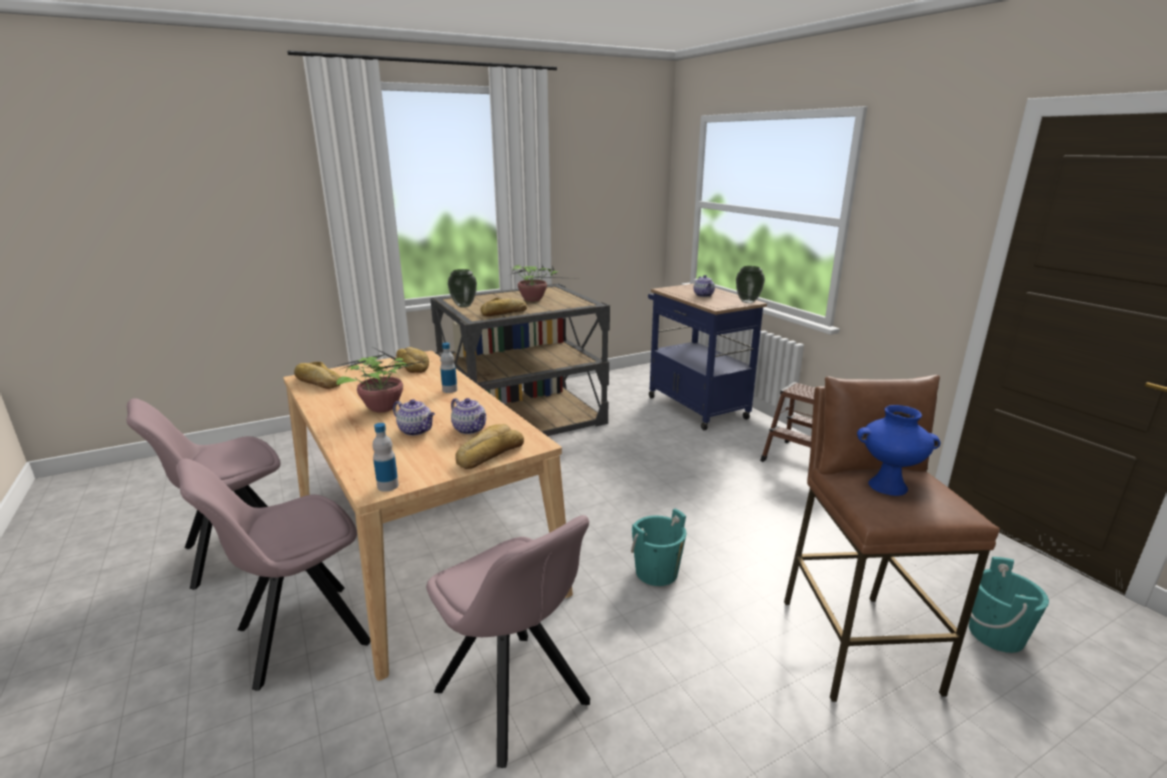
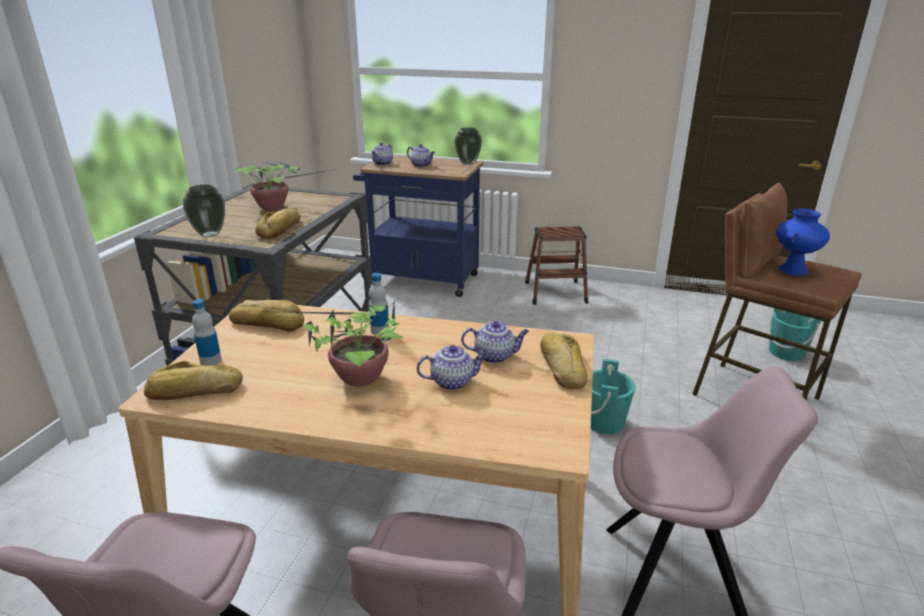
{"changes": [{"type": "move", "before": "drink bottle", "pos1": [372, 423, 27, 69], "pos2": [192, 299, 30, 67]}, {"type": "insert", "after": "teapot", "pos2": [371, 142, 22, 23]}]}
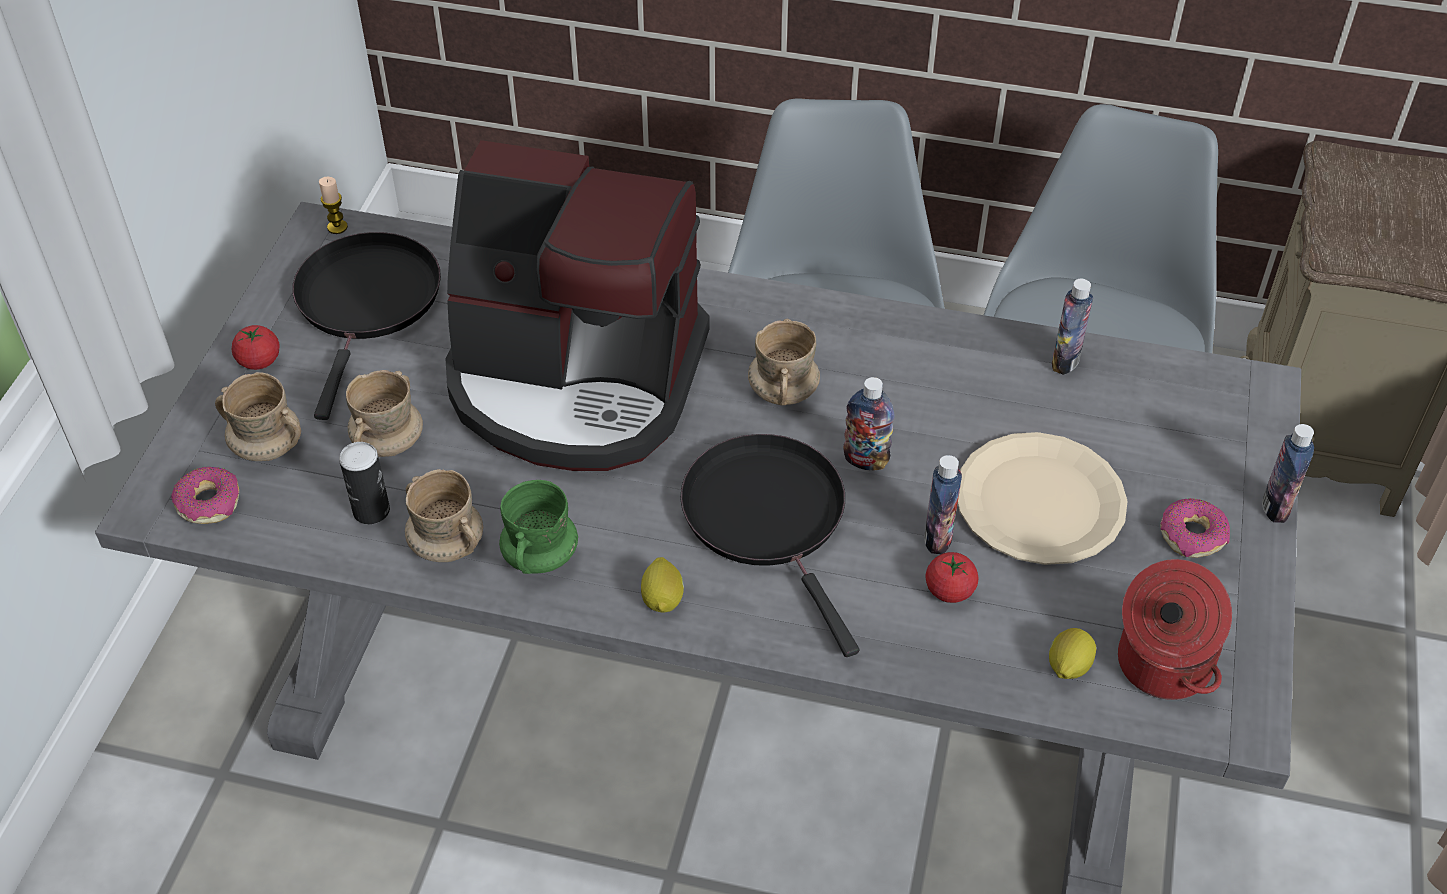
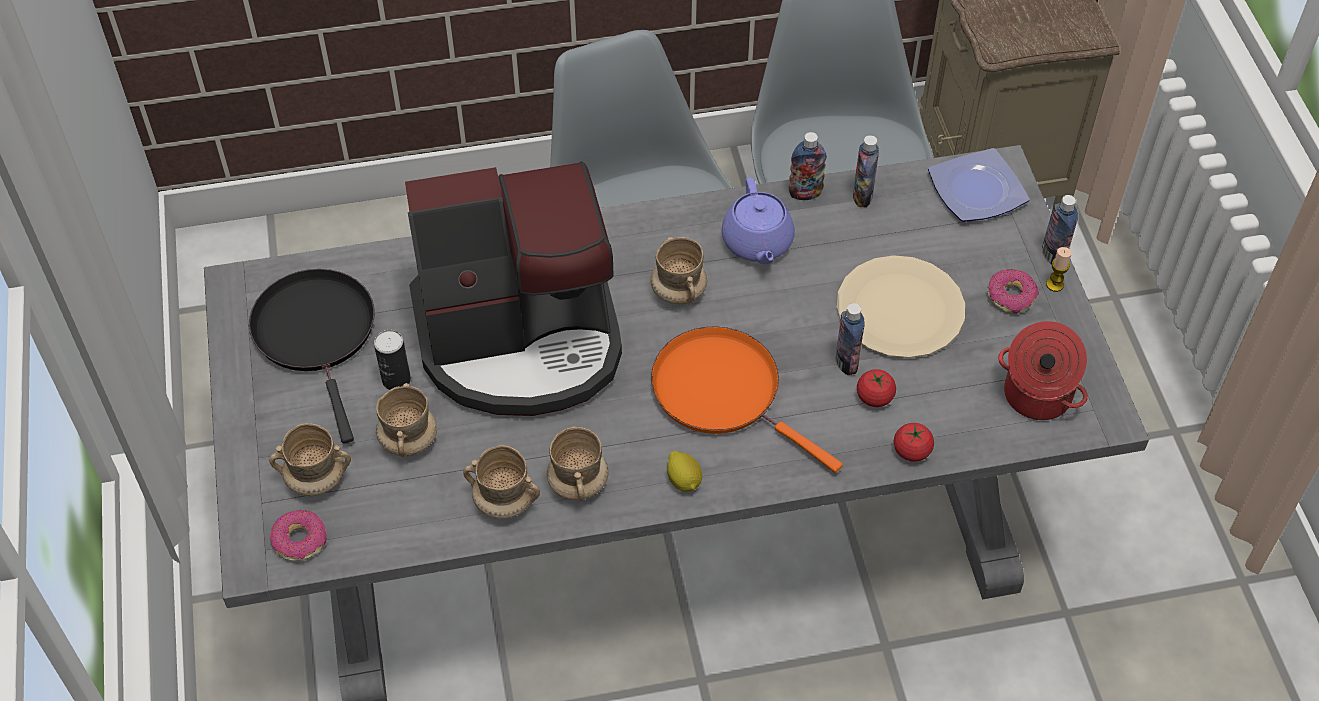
{"changes": [{"type": "move", "before": "metal can", "pos1": [339, 442, 51, 83], "pos2": [374, 330, 37, 60]}, {"type": "recolor", "before": "tea mug in green-coloured", "after": "tea mug in beige-coloured", "pos1": [499, 480, 79, 94], "pos2": [547, 426, 62, 75]}, {"type": "recolor", "before": "skillet in black-coloured", "after": "skillet in orangey", "pos1": [680, 434, 179, 223], "pos2": [651, 326, 192, 147]}, {"type": "insert", "after": "teapot in purplish", "pos2": [722, 178, 73, 86]}, {"type": "move", "before": "drink bottle", "pos1": [843, 377, 52, 94], "pos2": [788, 132, 39, 68]}, {"type": "move", "before": "tomato", "pos1": [232, 325, 48, 45], "pos2": [894, 423, 40, 39]}, {"type": "insert", "after": "flat dish", "pos2": [928, 148, 102, 74]}, {"type": "move", "before": "wax candle", "pos1": [319, 177, 29, 57], "pos2": [1046, 247, 26, 45]}, {"type": "delete", "before": "lemon", "pos1": [1049, 628, 47, 51]}]}
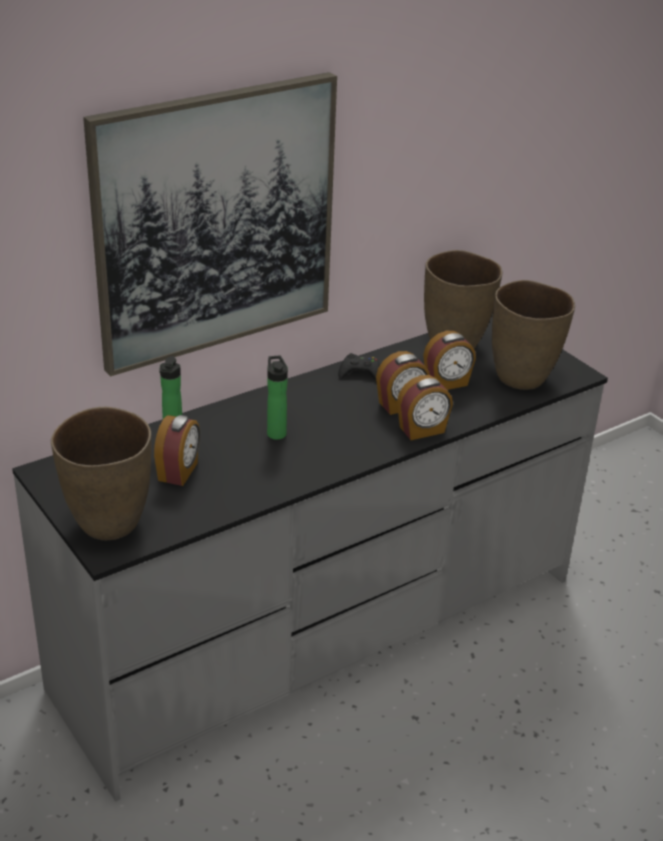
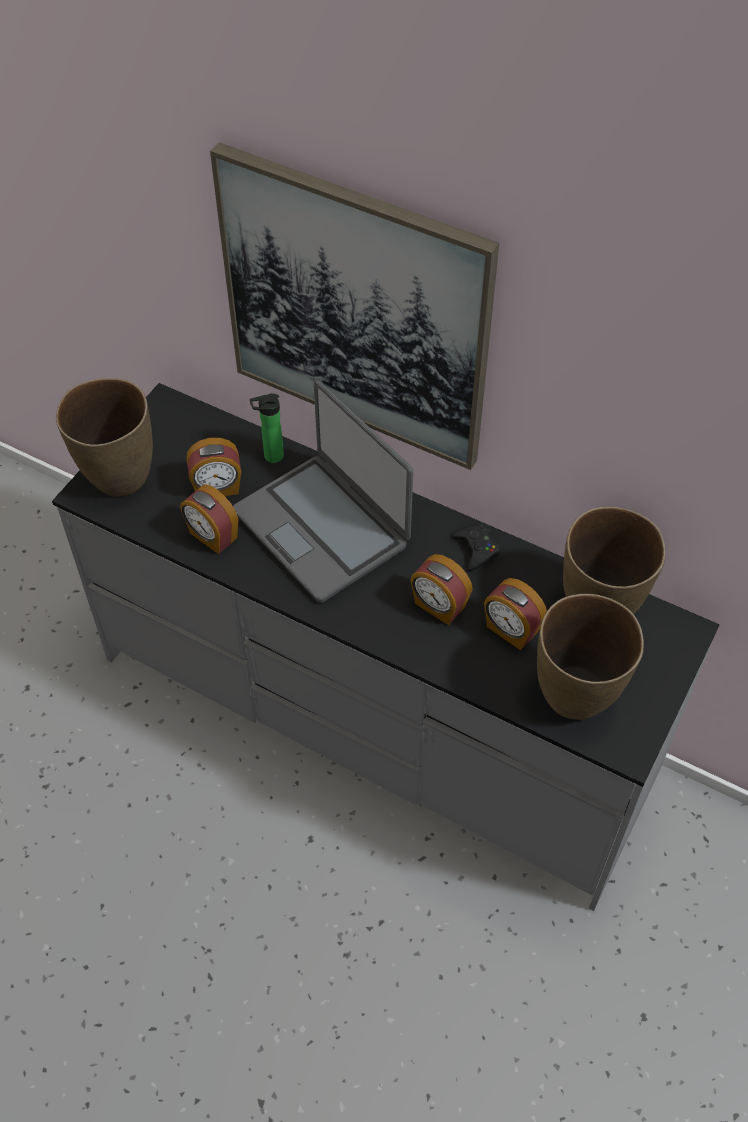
{"changes": [{"type": "move", "before": "alarm clock", "pos1": [397, 375, 56, 65], "pos2": [181, 484, 58, 70]}, {"type": "replace", "before": "drink bottle", "after": "portable computer", "pos1": [267, 356, 21, 84], "pos2": [233, 380, 180, 223]}]}
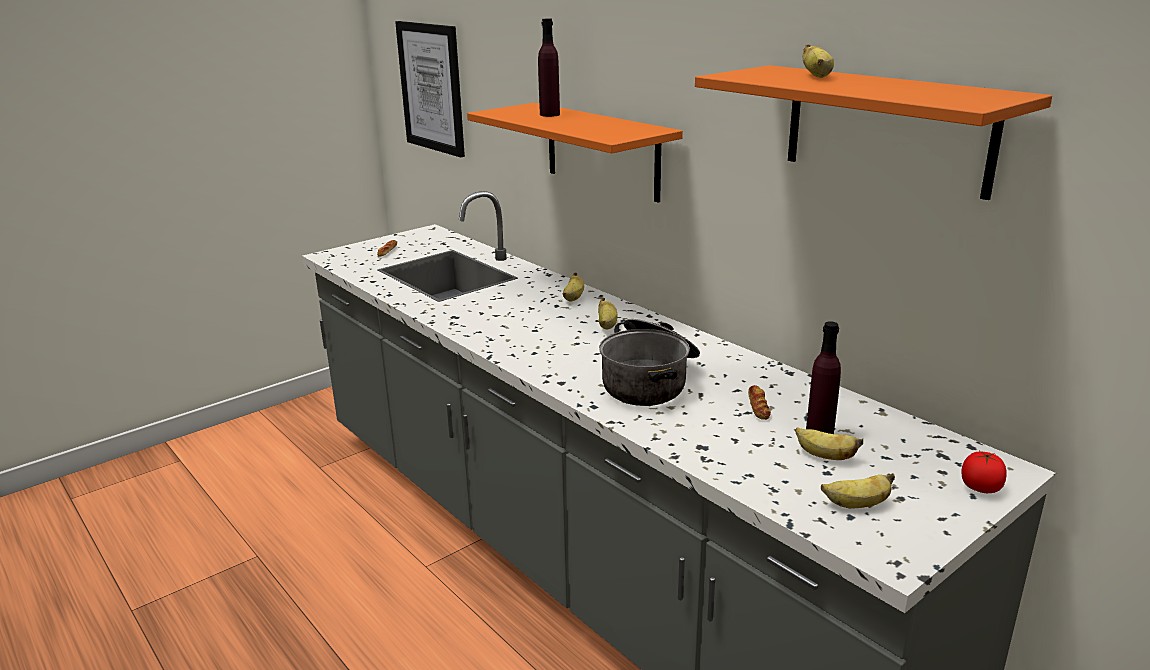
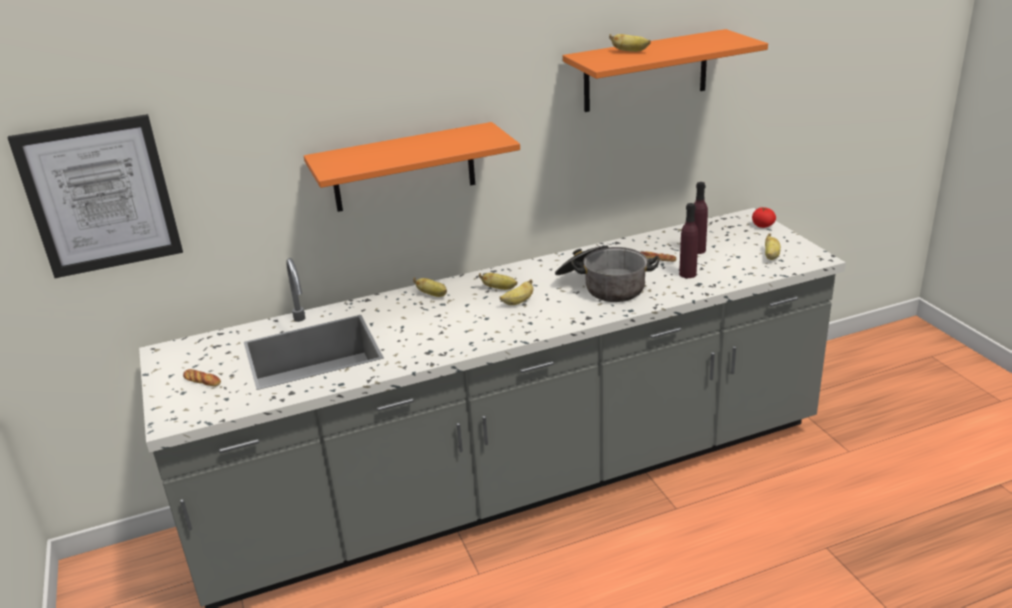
{"changes": [{"type": "move", "before": "banana", "pos1": [796, 427, 67, 33], "pos2": [499, 279, 34, 26]}, {"type": "move", "before": "drink bottle in purplish", "pos1": [538, 18, 22, 99], "pos2": [679, 203, 19, 75]}]}
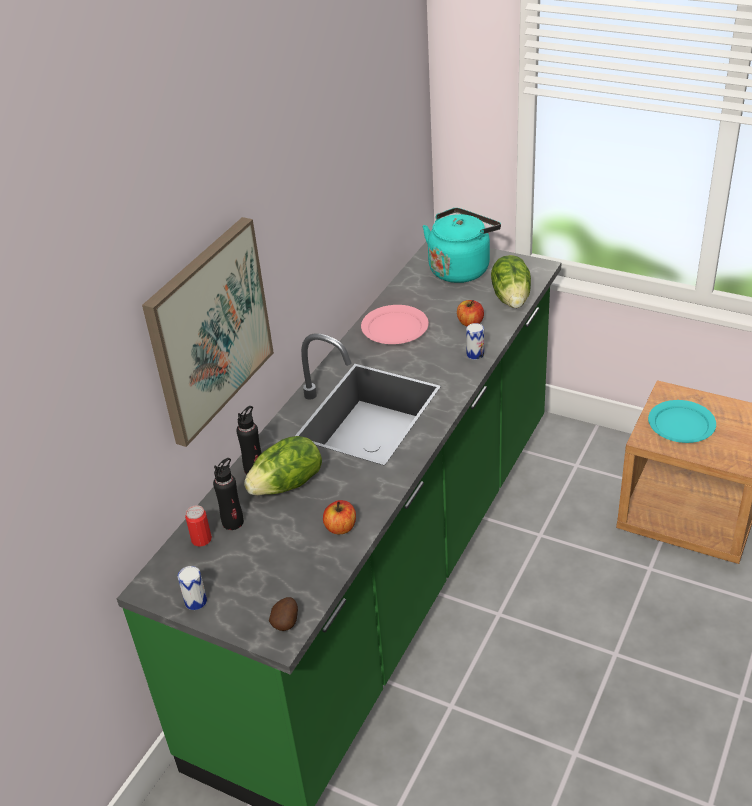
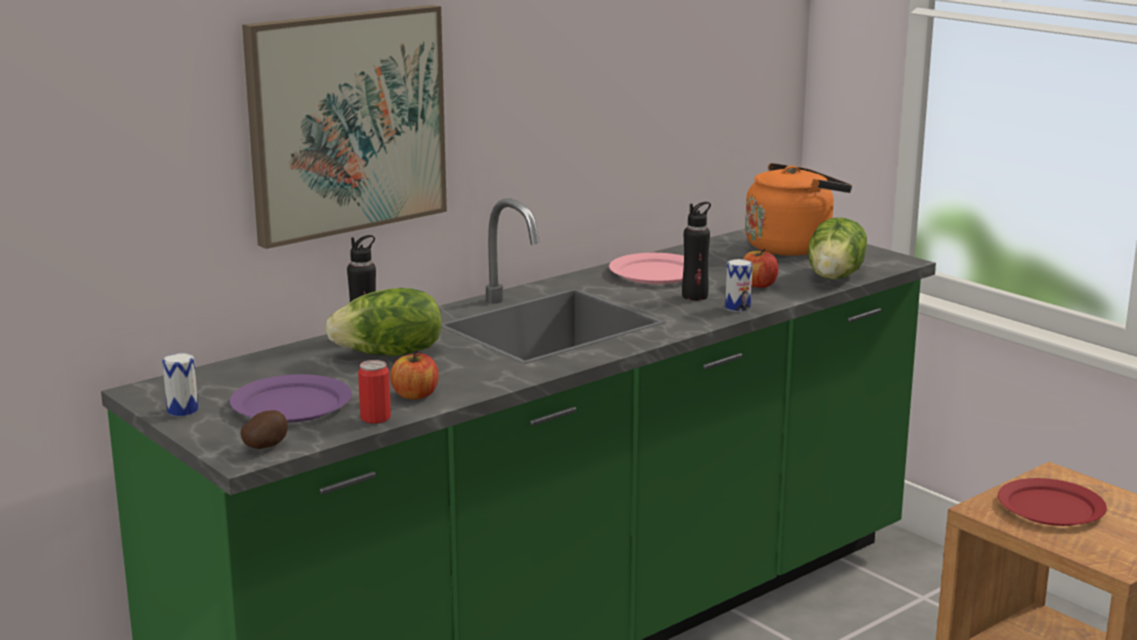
{"changes": [{"type": "insert", "after": "flat dish in purplish", "pos2": [230, 374, 122, 49]}, {"type": "move", "before": "metal can", "pos1": [185, 505, 27, 41], "pos2": [358, 360, 33, 64]}, {"type": "move", "before": "drink bottle in black-coloured", "pos1": [213, 458, 31, 72], "pos2": [682, 202, 29, 99]}, {"type": "recolor", "before": "kettle in turquoise-coloured", "after": "kettle in orangey", "pos1": [422, 208, 79, 75], "pos2": [745, 163, 107, 93]}, {"type": "recolor", "before": "flat dish in turquoise-coloured", "after": "flat dish in red", "pos1": [648, 400, 68, 43], "pos2": [998, 478, 109, 48]}]}
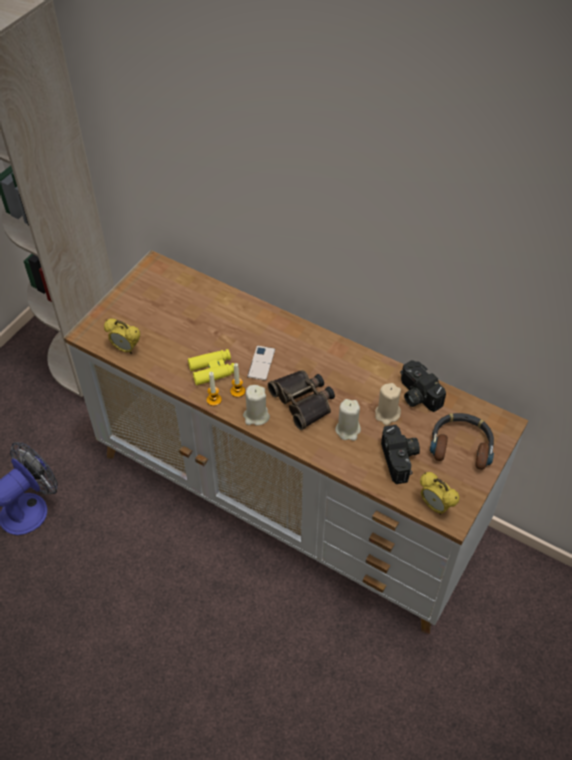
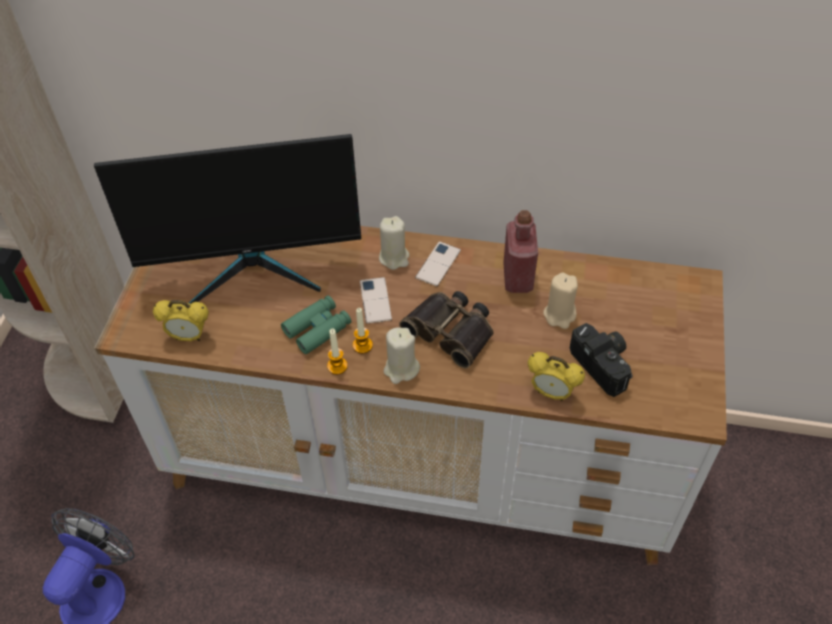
{"changes": [{"type": "insert", "after": "monitor", "pos2": [94, 134, 267, 170]}, {"type": "recolor", "before": "field glasses in yellowish", "after": "field glasses in green-coloured", "pos1": [188, 349, 46, 36], "pos2": [281, 296, 70, 58]}, {"type": "move", "before": "wax candle in beige-coloured", "pos1": [335, 399, 26, 42], "pos2": [379, 216, 30, 54]}, {"type": "insert", "after": "telephone", "pos2": [415, 241, 46, 46]}, {"type": "insert", "after": "drink bottle in red", "pos2": [503, 210, 35, 83]}, {"type": "move", "before": "alarm clock", "pos1": [420, 472, 40, 43], "pos2": [528, 352, 57, 49]}, {"type": "delete", "before": "photo camera", "pos1": [400, 360, 46, 52]}, {"type": "delete", "before": "headphones", "pos1": [430, 413, 64, 57]}]}
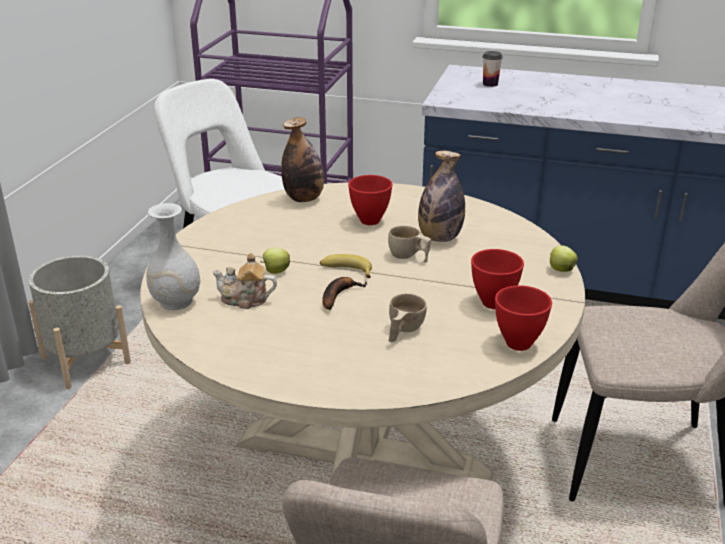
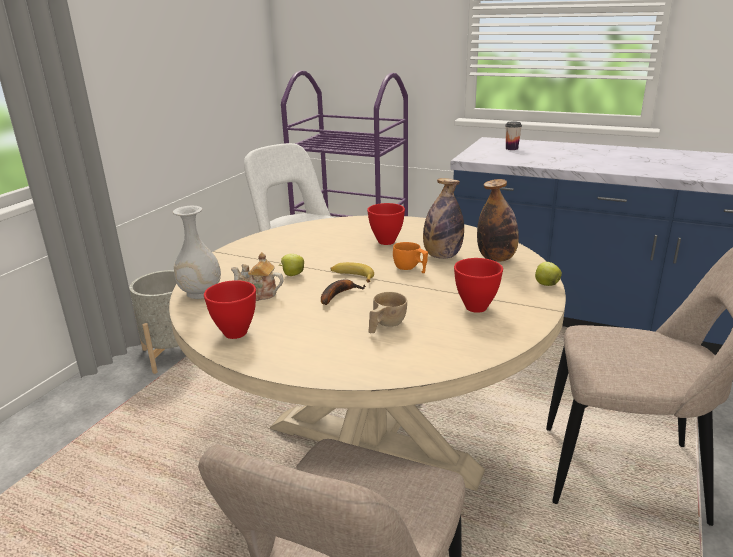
{"changes": [{"type": "move", "before": "serving bowl in red", "pos1": [495, 285, 57, 66], "pos2": [204, 280, 52, 59]}, {"type": "recolor", "before": "cup in beige-coloured", "after": "cup in orangey", "pos1": [388, 226, 43, 37], "pos2": [393, 242, 35, 31]}, {"type": "move", "before": "drink bottle", "pos1": [281, 117, 43, 85], "pos2": [477, 179, 42, 83]}]}
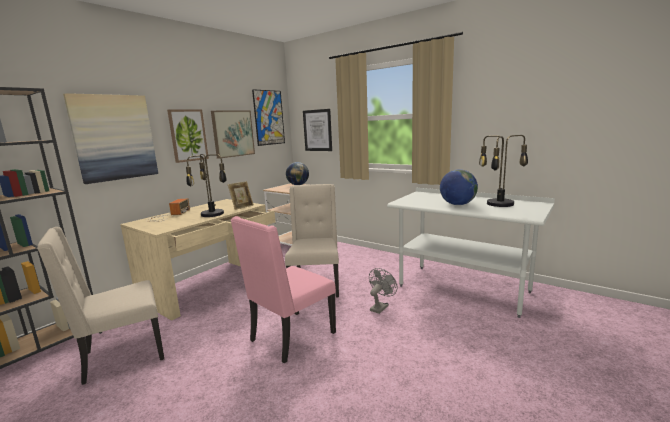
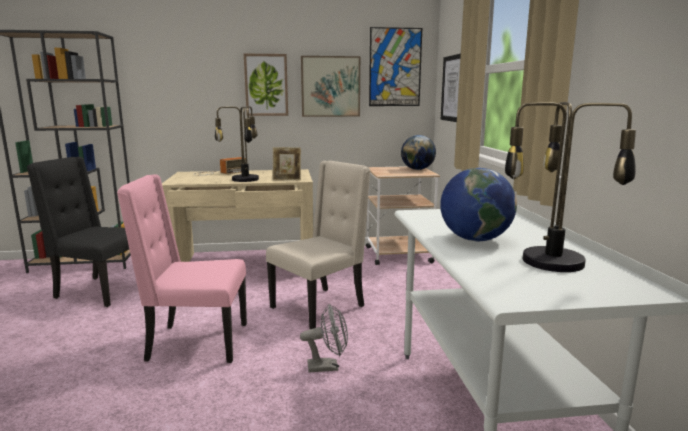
{"changes": [{"type": "recolor", "before": "chair in beige-coloured", "after": "chair in black-coloured", "pos1": [37, 227, 127, 158], "pos2": [27, 157, 102, 150]}, {"type": "delete", "before": "wall art", "pos1": [63, 93, 95, 91]}]}
